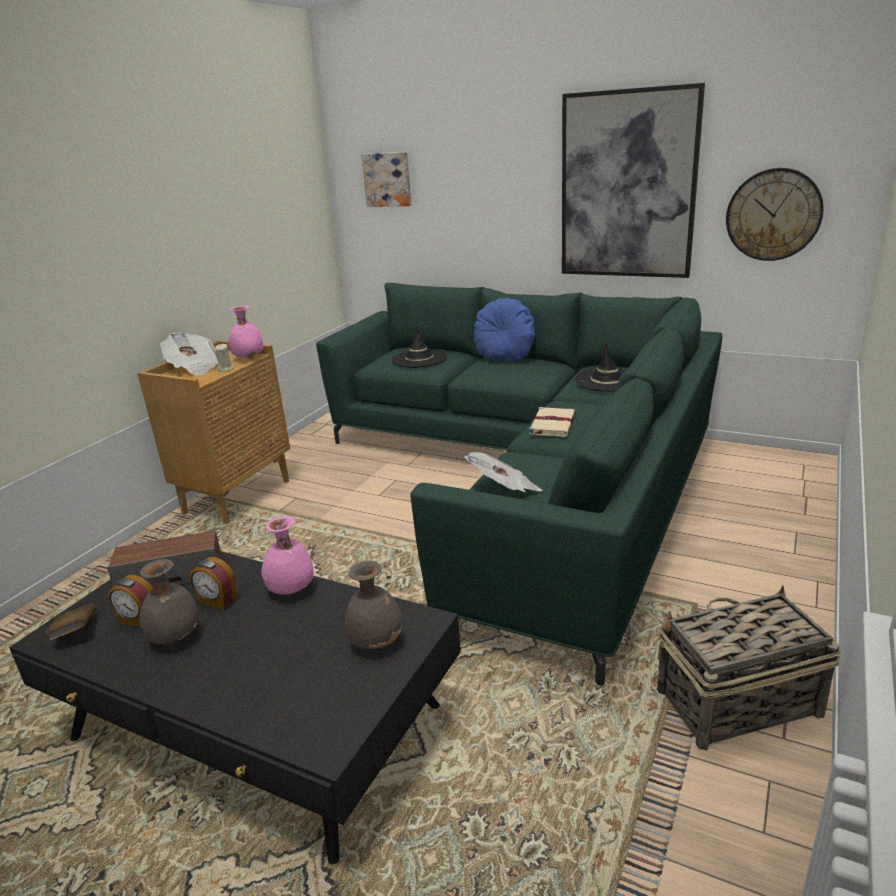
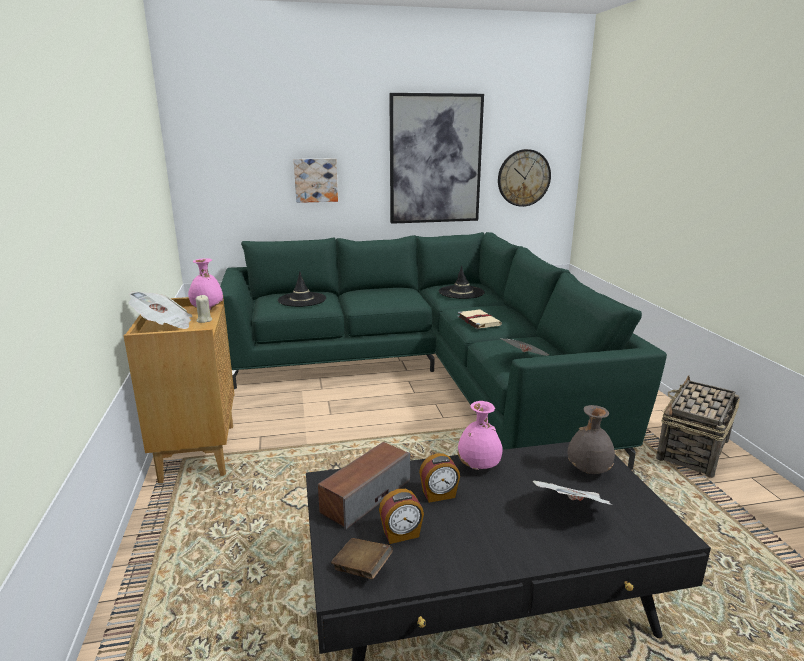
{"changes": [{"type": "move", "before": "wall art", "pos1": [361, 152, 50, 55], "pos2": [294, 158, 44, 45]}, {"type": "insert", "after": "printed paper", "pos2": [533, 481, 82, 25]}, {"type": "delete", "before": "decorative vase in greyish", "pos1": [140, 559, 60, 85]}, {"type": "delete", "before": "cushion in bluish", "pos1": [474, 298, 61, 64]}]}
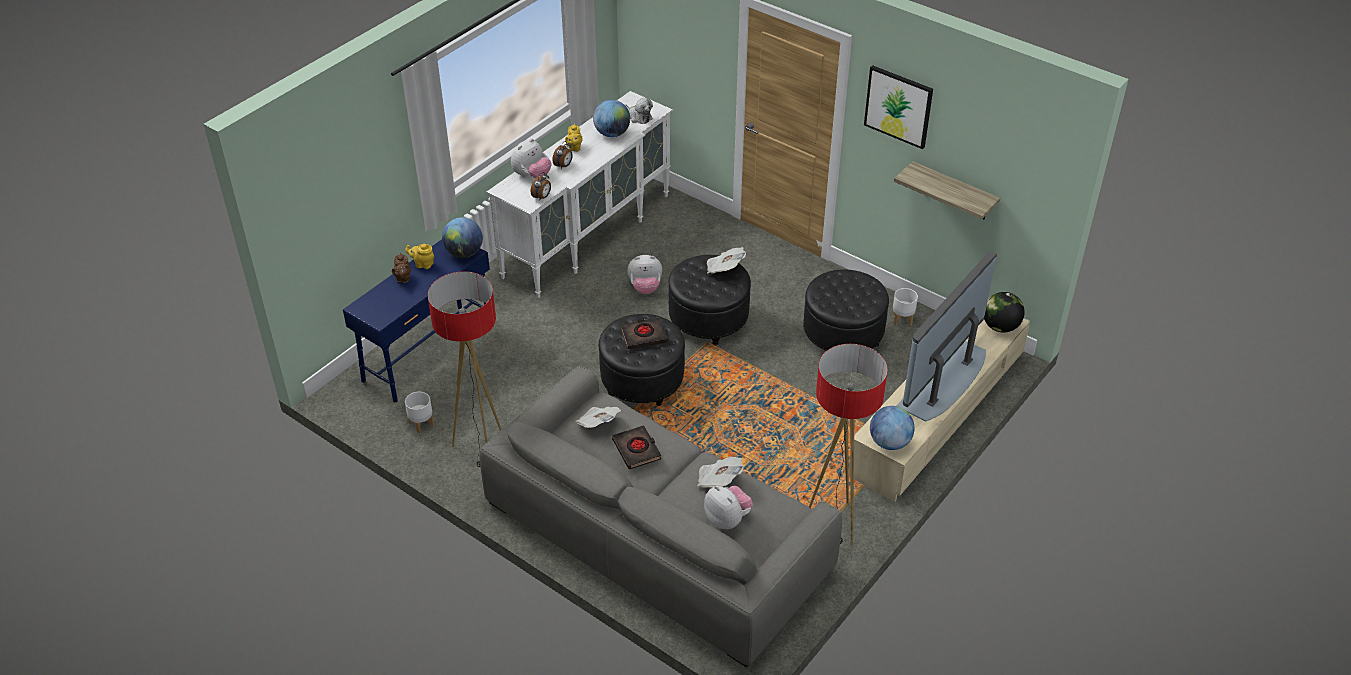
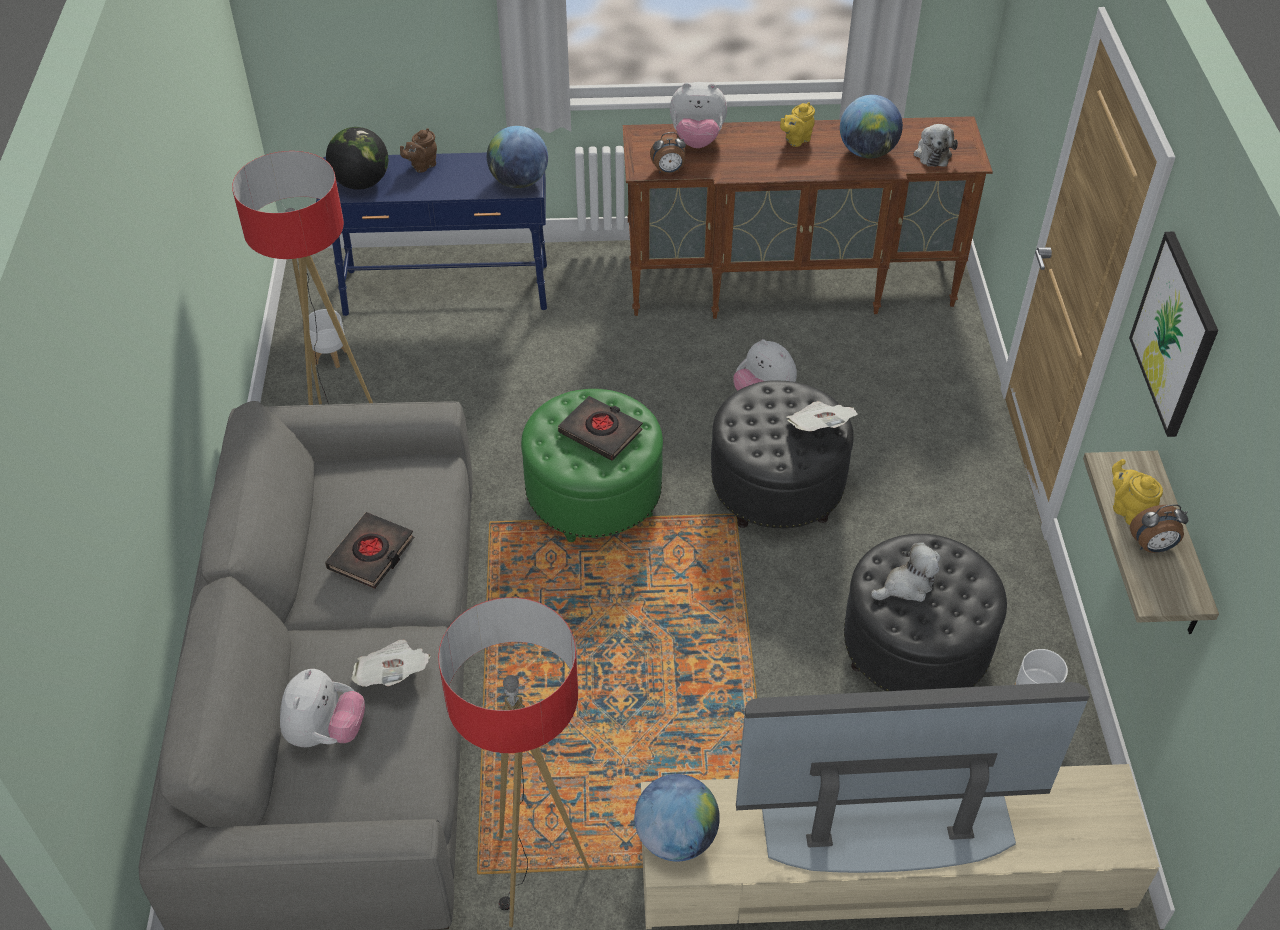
{"changes": [{"type": "move", "before": "desk globe", "pos1": [984, 292, 41, 40], "pos2": [326, 127, 62, 63]}, {"type": "recolor", "before": "pouffe in black-coloured", "after": "pouffe in green-coloured", "pos1": [599, 314, 86, 92], "pos2": [521, 389, 142, 153]}, {"type": "recolor", "before": "storage cabinet in whitish", "after": "storage cabinet in brown", "pos1": [486, 91, 187, 207], "pos2": [623, 116, 370, 203]}, {"type": "insert", "after": "soft toy", "pos2": [871, 542, 70, 60]}, {"type": "move", "before": "teapot in yellowish", "pos1": [405, 244, 29, 25], "pos2": [1112, 459, 51, 66]}, {"type": "move", "before": "alarm clock", "pos1": [552, 141, 21, 28], "pos2": [1130, 504, 58, 49]}, {"type": "delete", "before": "printed paper", "pos1": [576, 406, 45, 22]}]}
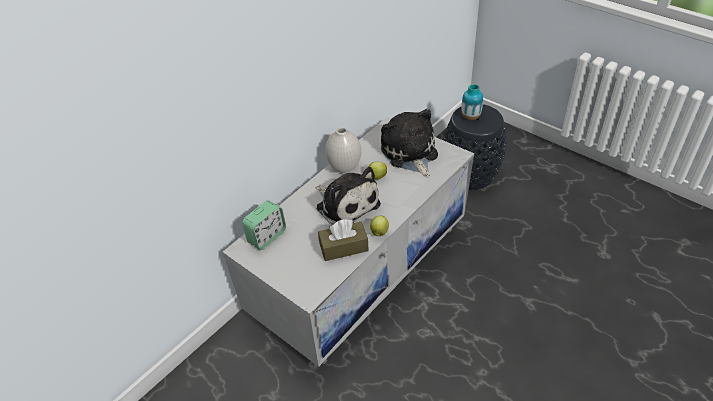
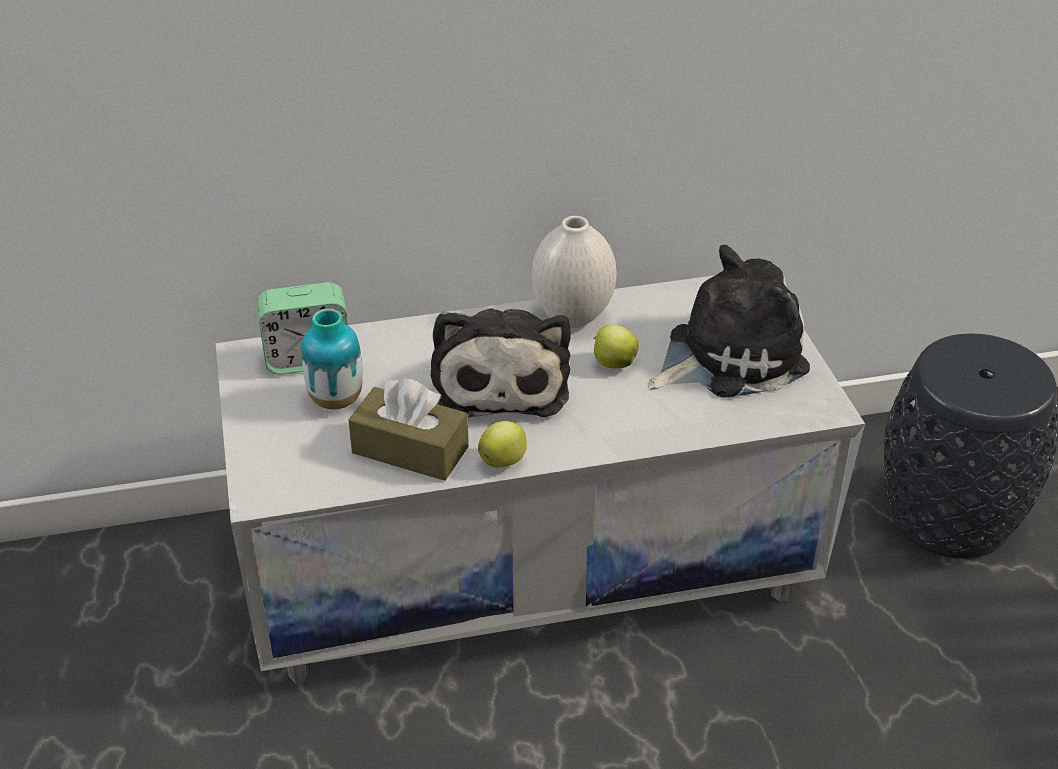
{"changes": [{"type": "move", "before": "decorative vase", "pos1": [462, 84, 21, 36], "pos2": [301, 309, 62, 100]}, {"type": "rotate", "before": "soft toy", "pos1": [381, 109, 57, 68], "pos2": [648, 245, 162, 153], "turn": 45}]}
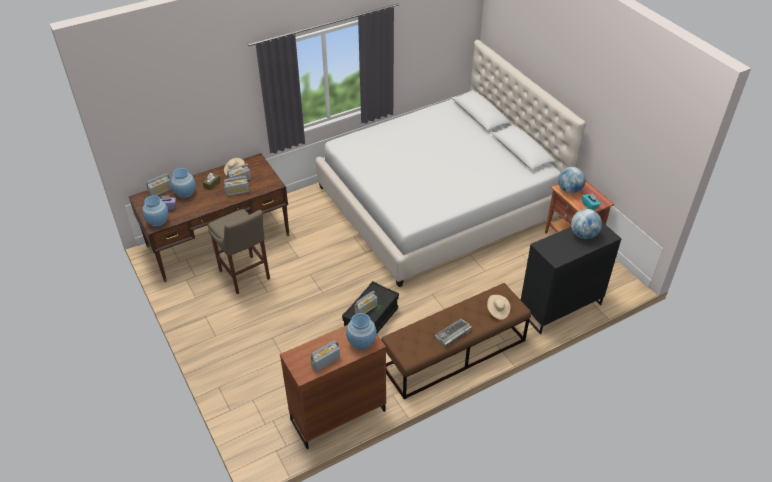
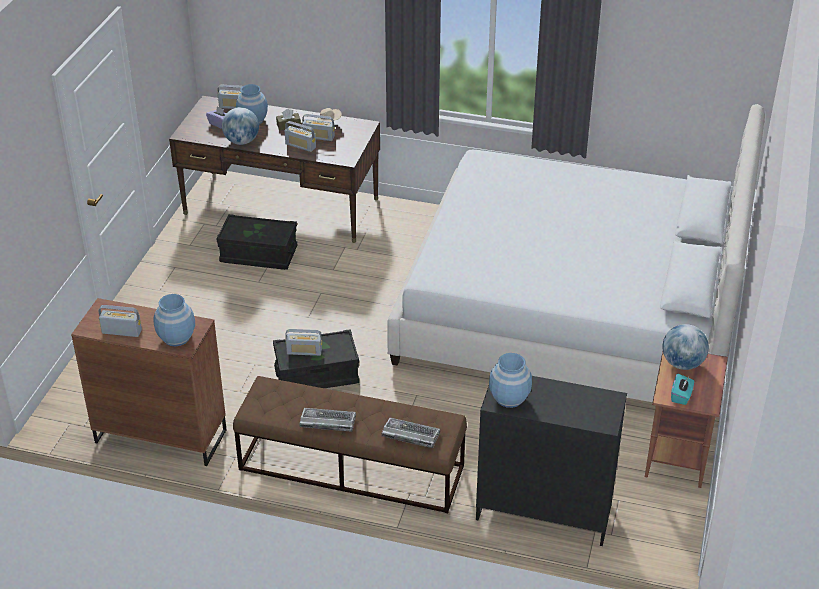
{"changes": [{"type": "replace", "before": "stool in beige-coloured", "after": "storage box in black-coloured", "pos1": [208, 209, 62, 85], "pos2": [216, 214, 81, 56]}, {"type": "move", "before": "desk globe", "pos1": [571, 209, 31, 30], "pos2": [222, 107, 37, 38]}, {"type": "replace", "before": "wearable hat in beige-coloured", "after": "PC keyboard", "pos1": [487, 295, 24, 25], "pos2": [382, 418, 58, 30]}, {"type": "move", "before": "decorative vase in bluish", "pos1": [142, 195, 27, 32], "pos2": [489, 353, 43, 55]}]}
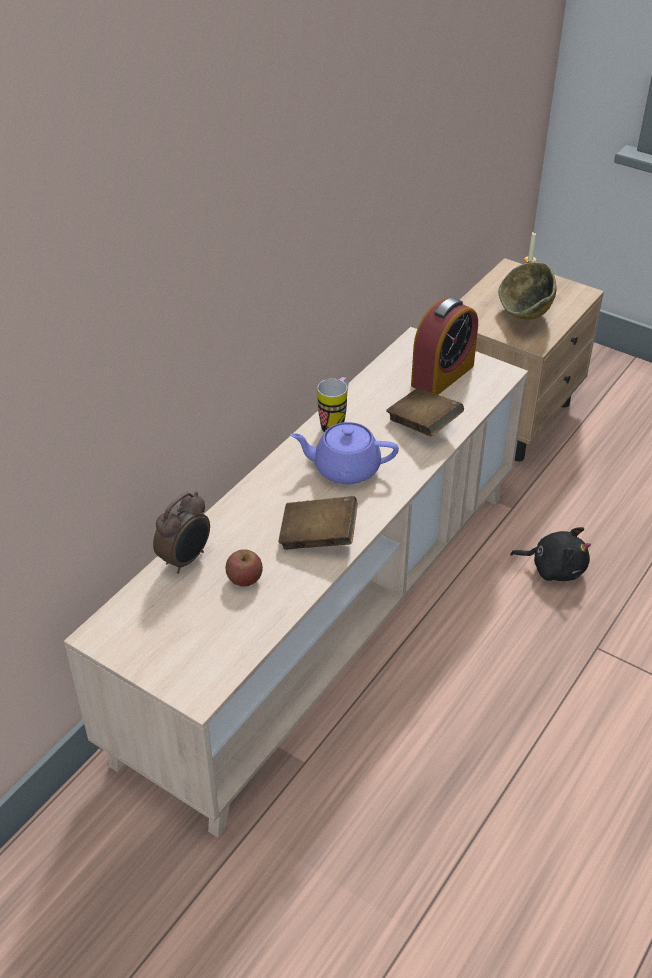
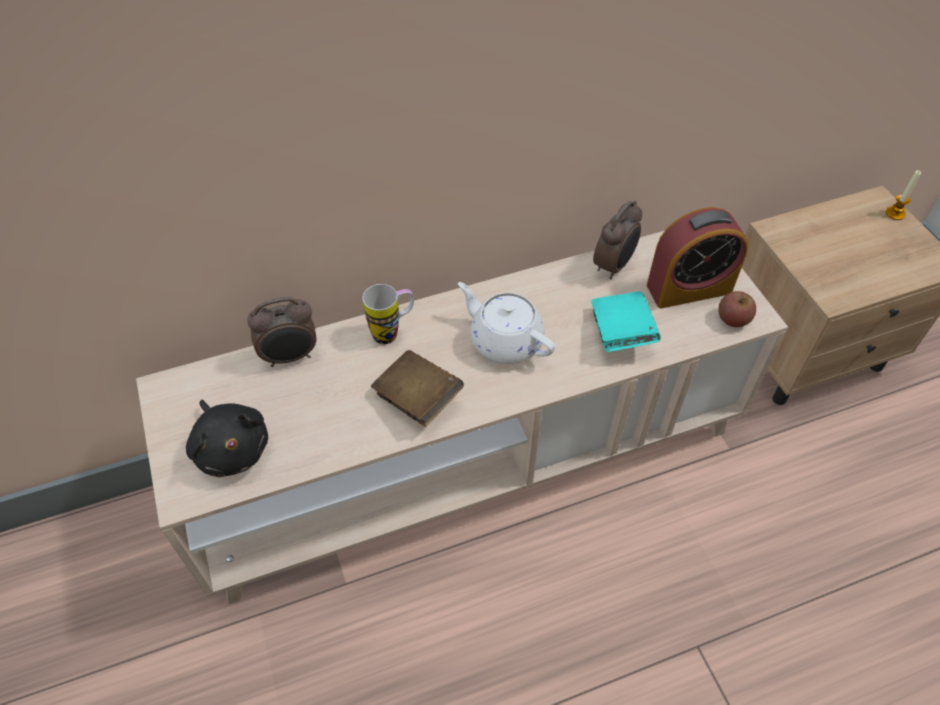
{"changes": [{"type": "move", "before": "soft toy in black-coloured", "pos1": [510, 527, 81, 54], "pos2": [186, 400, 82, 77]}, {"type": "move", "before": "tea mug", "pos1": [317, 377, 31, 55], "pos2": [363, 284, 51, 60]}, {"type": "recolor", "before": "teapot in purplish", "after": "teapot in whitish", "pos1": [290, 422, 109, 62], "pos2": [458, 282, 97, 82]}, {"type": "recolor", "before": "volume in brown", "after": "volume in turquoise-coloured", "pos1": [386, 388, 78, 48], "pos2": [591, 291, 70, 61]}, {"type": "insert", "after": "alarm clock", "pos2": [593, 201, 49, 78]}, {"type": "move", "before": "whole apple", "pos1": [225, 549, 38, 38], "pos2": [718, 291, 38, 36]}, {"type": "delete", "before": "serving bowl", "pos1": [498, 262, 58, 58]}]}
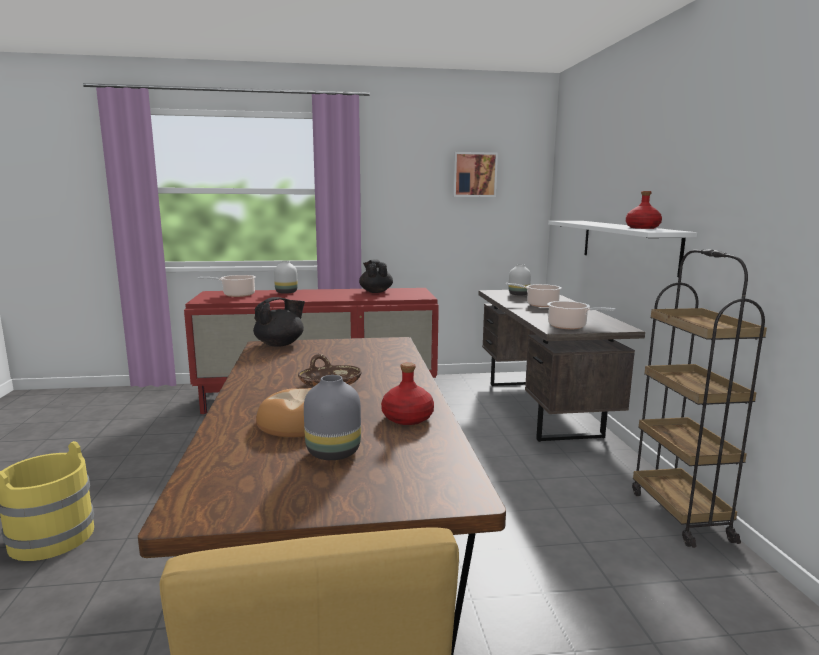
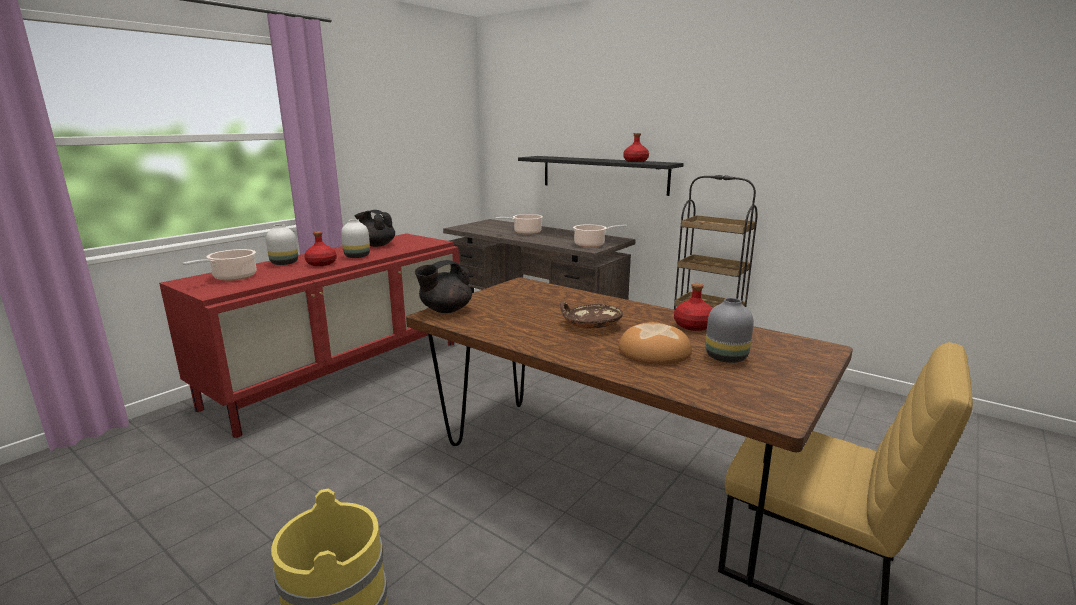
{"changes": [{"type": "insert", "after": "drink bottle in red", "pos2": [304, 231, 33, 35]}, {"type": "move", "before": "decorative vase in whitish", "pos1": [509, 264, 22, 32], "pos2": [341, 219, 29, 39]}, {"type": "rotate", "before": "teapot in black-coloured", "pos1": [253, 297, 52, 50], "pos2": [415, 260, 57, 53], "turn": -135}, {"type": "recolor", "before": "shelf in whitish", "after": "shelf in black-coloured", "pos1": [548, 221, 149, 56], "pos2": [518, 156, 166, 40]}, {"type": "delete", "before": "wall art", "pos1": [453, 152, 45, 45]}]}
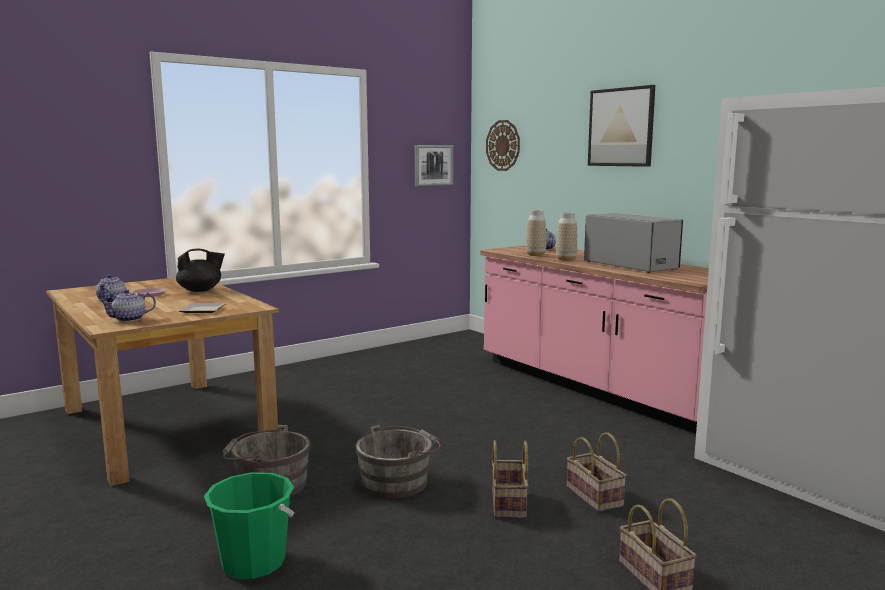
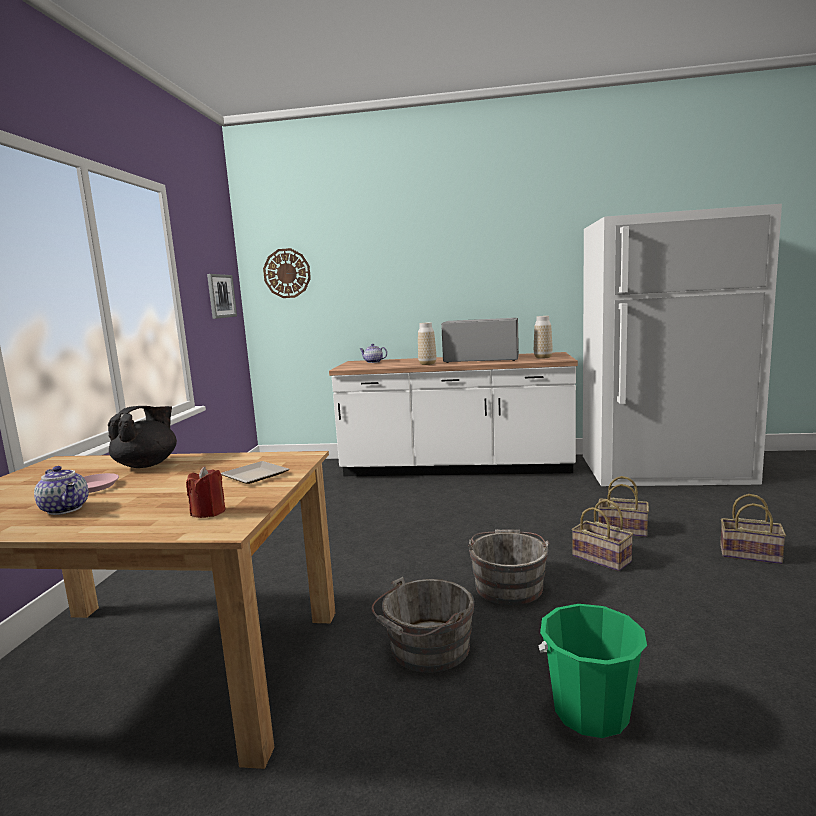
{"changes": [{"type": "replace", "before": "teapot", "after": "wax candle in red", "pos1": [99, 289, 57, 33], "pos2": [186, 466, 40, 52]}, {"type": "recolor", "before": "kitchen base unit in pink-coloured", "after": "kitchen base unit in whitish", "pos1": [480, 245, 229, 189], "pos2": [329, 352, 249, 124]}, {"type": "move", "before": "decorative vase", "pos1": [526, 210, 20, 46], "pos2": [534, 316, 19, 43]}, {"type": "delete", "before": "wall art", "pos1": [588, 85, 67, 82]}]}
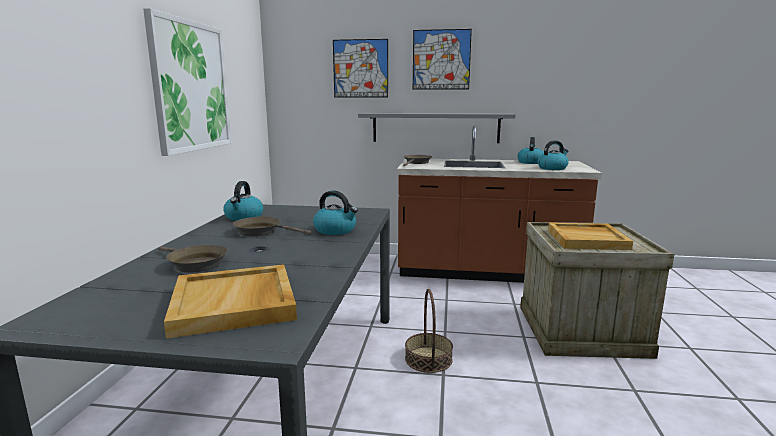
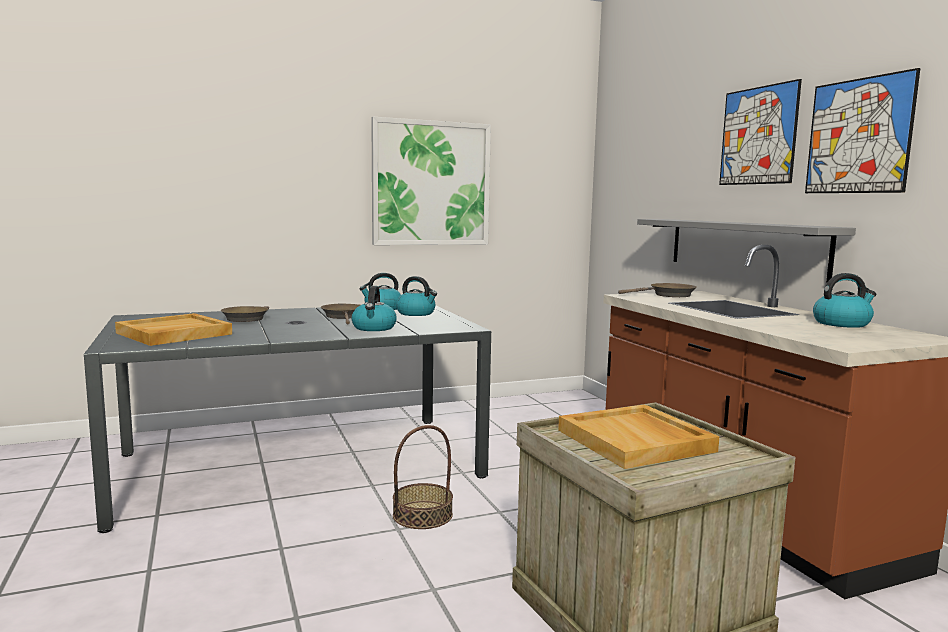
{"changes": [{"type": "move", "before": "kettle", "pos1": [538, 140, 31, 30], "pos2": [396, 276, 41, 40]}, {"type": "move", "before": "wall art", "pos1": [333, 39, 55, 58], "pos2": [805, 68, 115, 125]}]}
